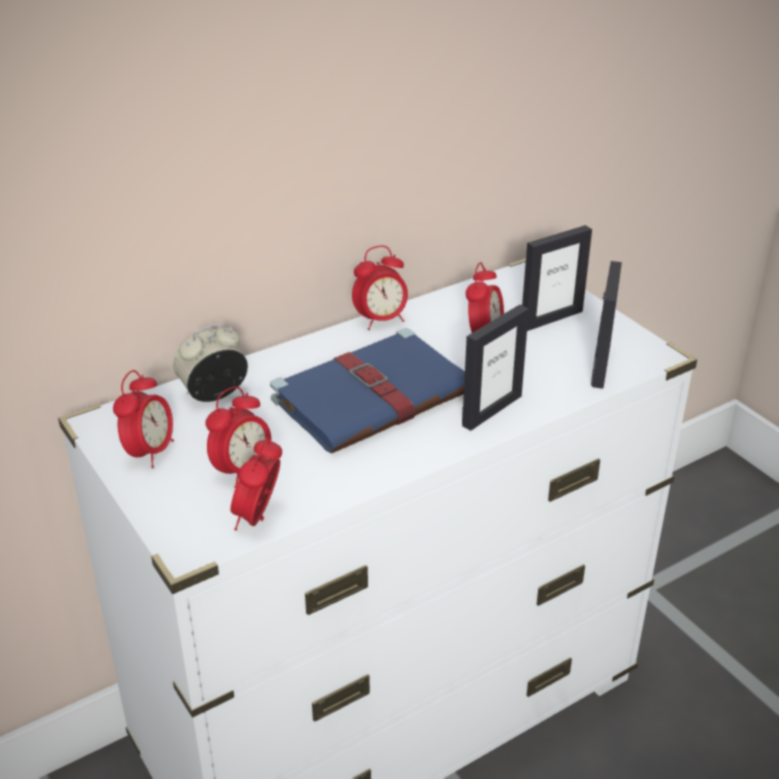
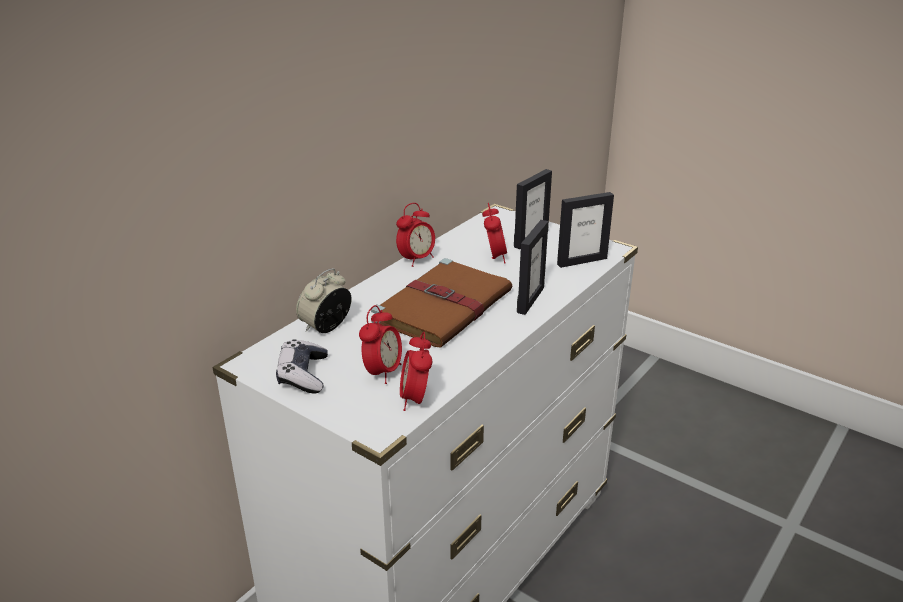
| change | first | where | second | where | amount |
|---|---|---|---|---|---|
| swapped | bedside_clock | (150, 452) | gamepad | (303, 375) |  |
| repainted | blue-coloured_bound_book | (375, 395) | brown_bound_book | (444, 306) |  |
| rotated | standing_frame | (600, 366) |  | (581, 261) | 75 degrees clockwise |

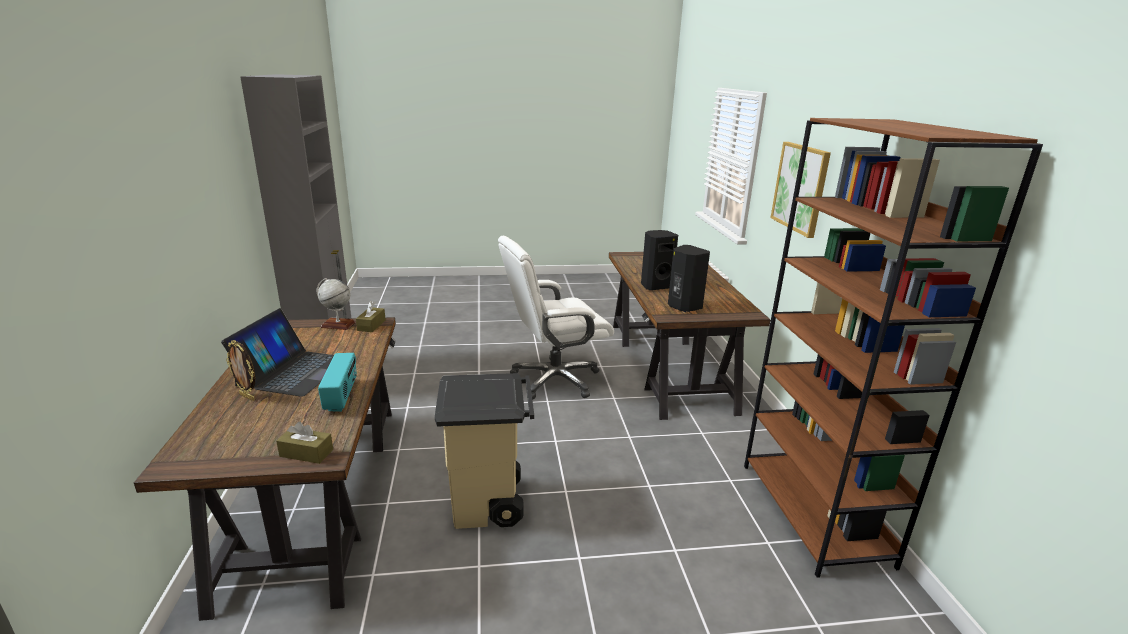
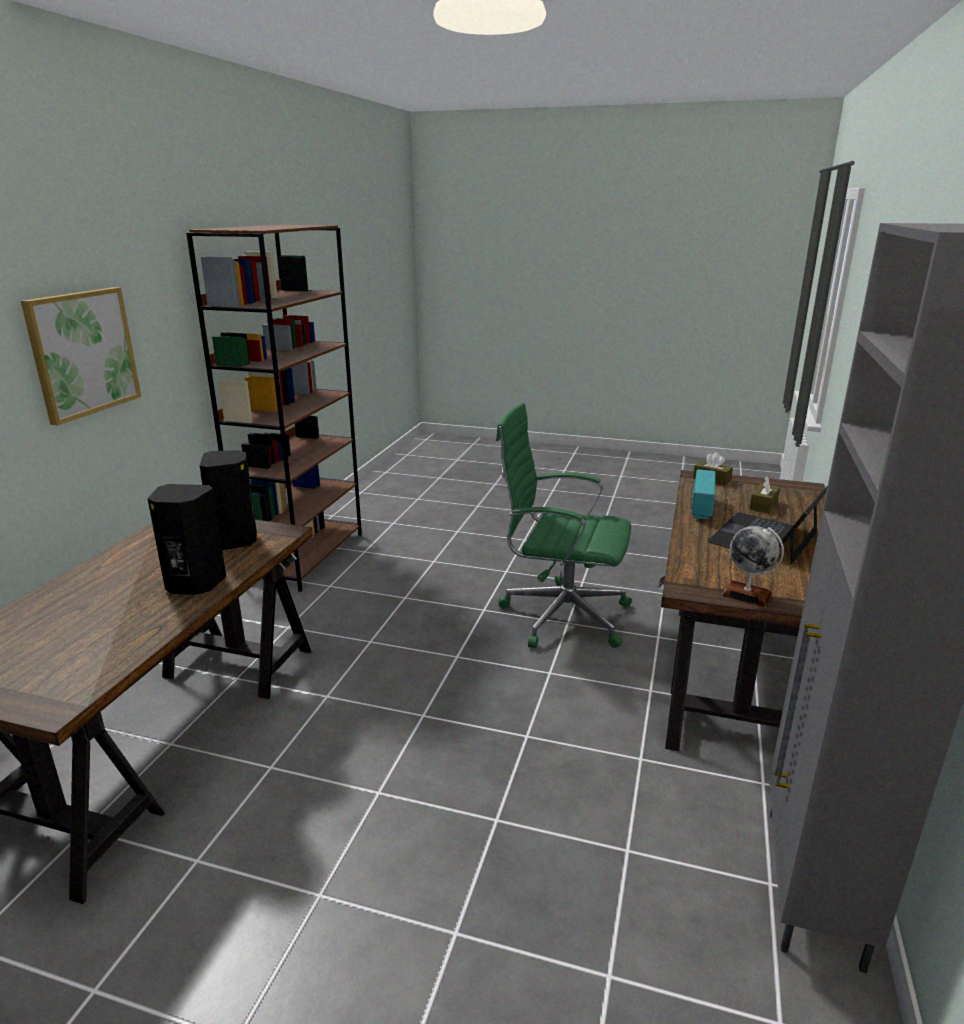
| change | first | where | second | where | amount |
|---|---|---|---|---|---|
| swapped | beige_trash_can | (488, 504) | greenish_desk_chair | (561, 615) |  |
| shifted | brown_box_of_tissues | (371, 325) |  | (763, 505) |  |
| gone | standing_frame | (248, 397) |  |  |  |
| gone | white-coloured_desk_chair | (554, 379) |  |  |  |

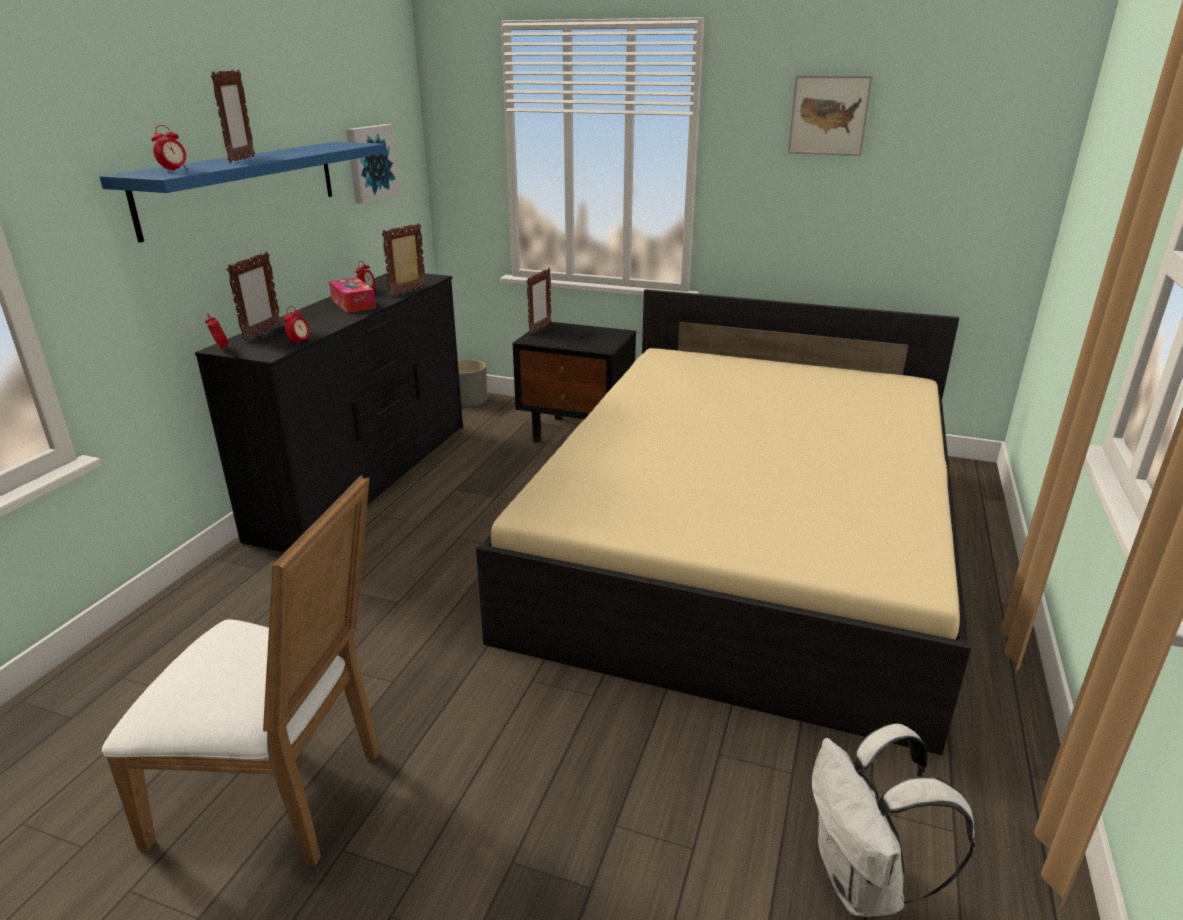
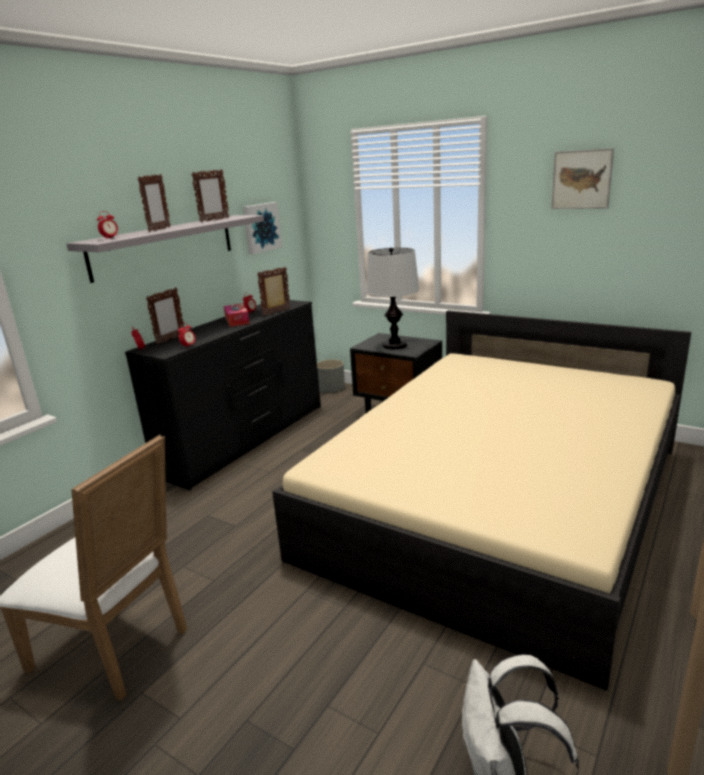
| change | first | where | second | where | amount |
|---|---|---|---|---|---|
| repainted | blue-coloured_wall_shelf | (242, 186) | gray_wall_shelf | (164, 246) |  |
| shifted | standing_frame | (540, 329) |  | (214, 220) |  |
| new |  |  | lamp_for_a_table | (395, 345) |  |

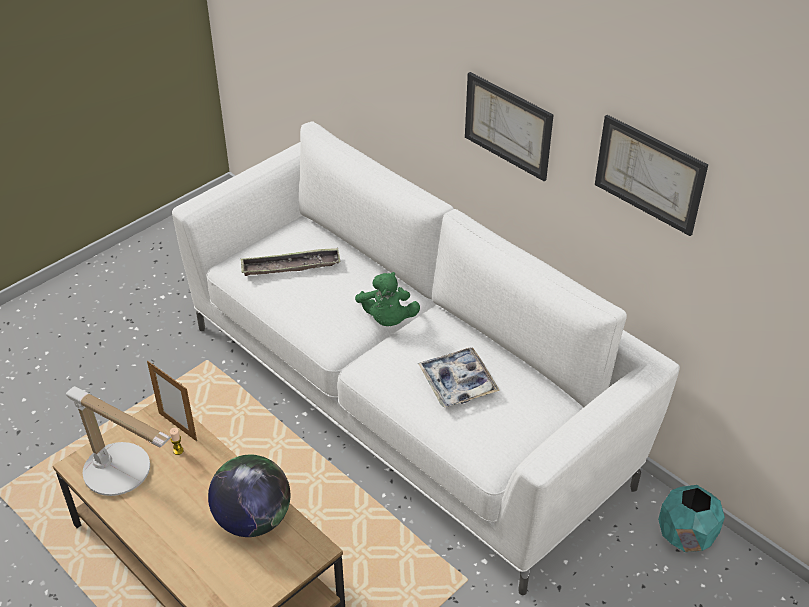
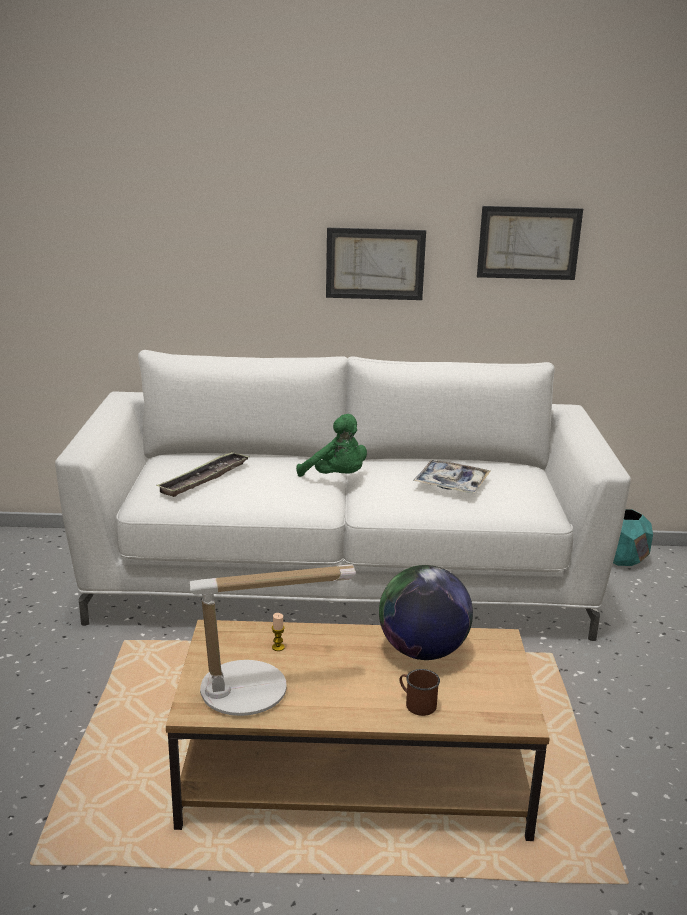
| change | first | where | second | where | amount |
|---|---|---|---|---|---|
| new |  |  | brown_coffee_mug | (416, 704) |  |
| gone | standing_frame | (177, 426) |  |  |  |

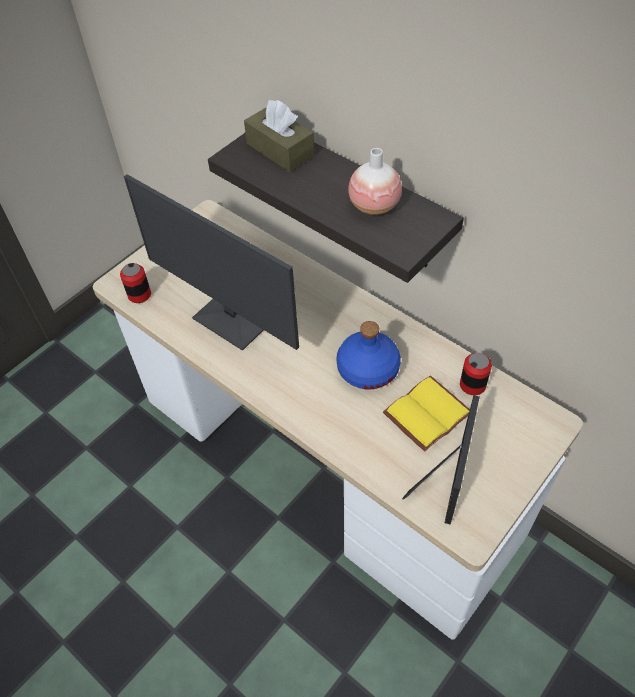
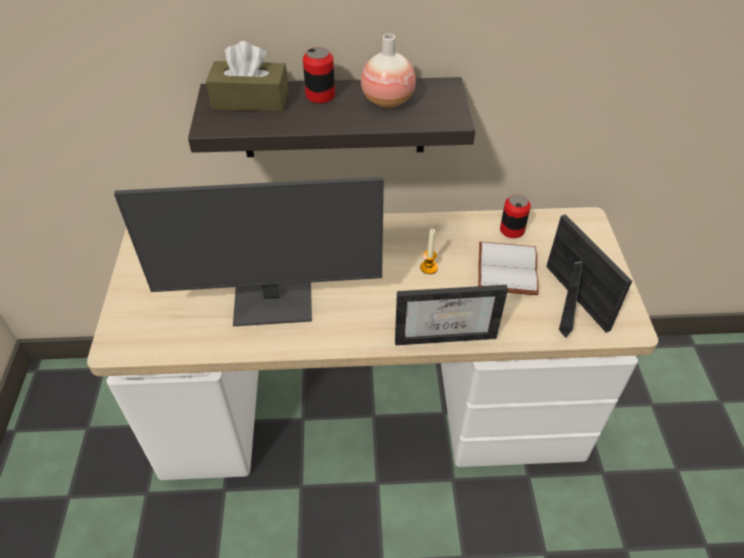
| change | first | where | second | where | amount |
|---|---|---|---|---|---|
| shifted | metal_can | (139, 295) |  | (320, 95) |  |
| new |  |  | standing_frame | (446, 331) |  |
| swapped | blue-coloured_drink_bottle | (367, 369) | wax_candle | (429, 267) |  |
| repainted | yellow-coloured_bound_book | (426, 412) | white-coloured_bound_book | (505, 268) |  |

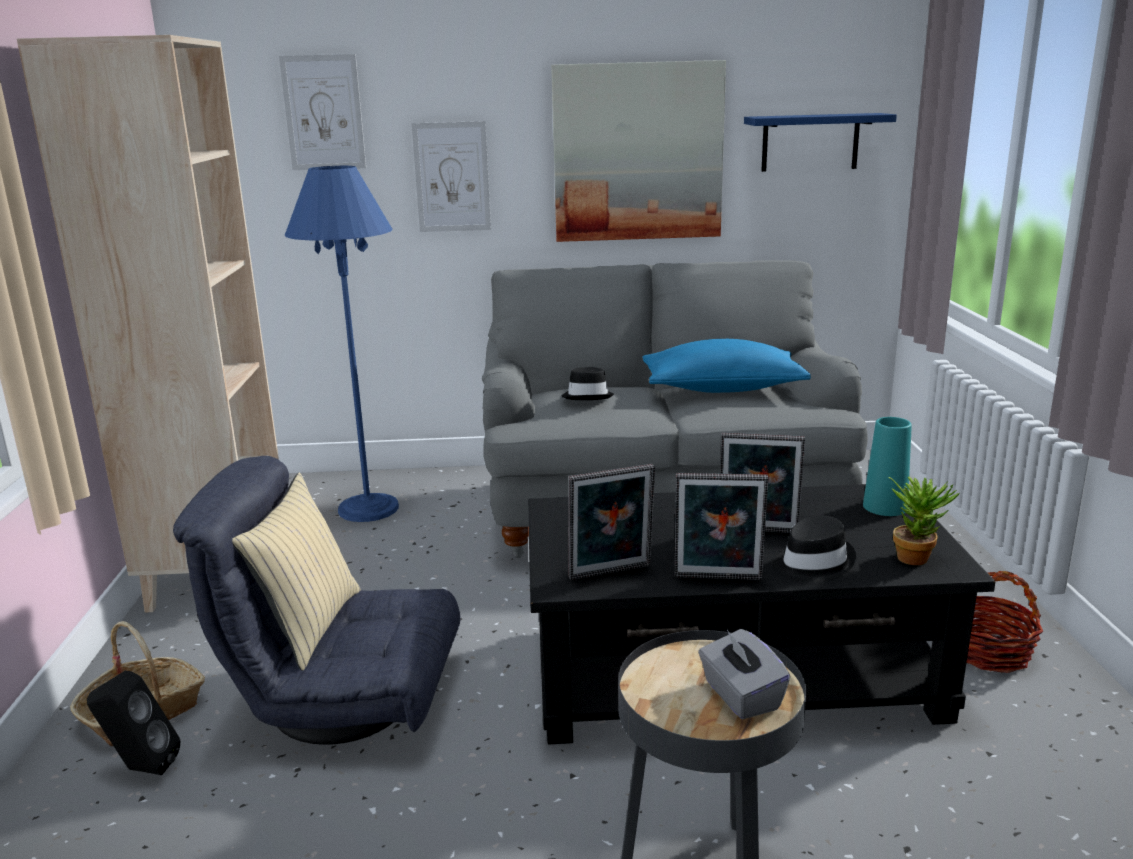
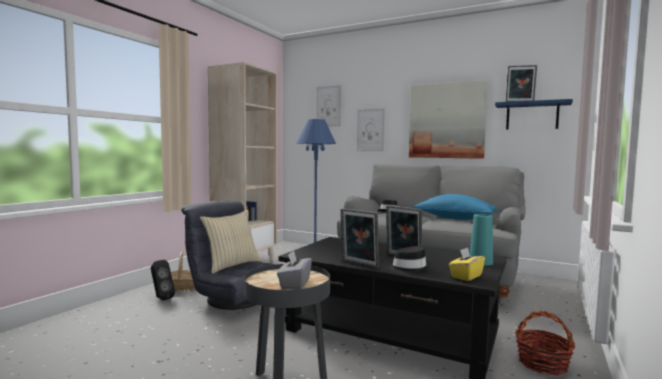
| change | first | where | second | where | amount |
|---|---|---|---|---|---|
| swapped | houseplant | (916, 556) | yellow-coloured_box_of_tissues | (466, 276) |  |
| shifted | standing_frame | (611, 573) |  | (520, 101) |  |

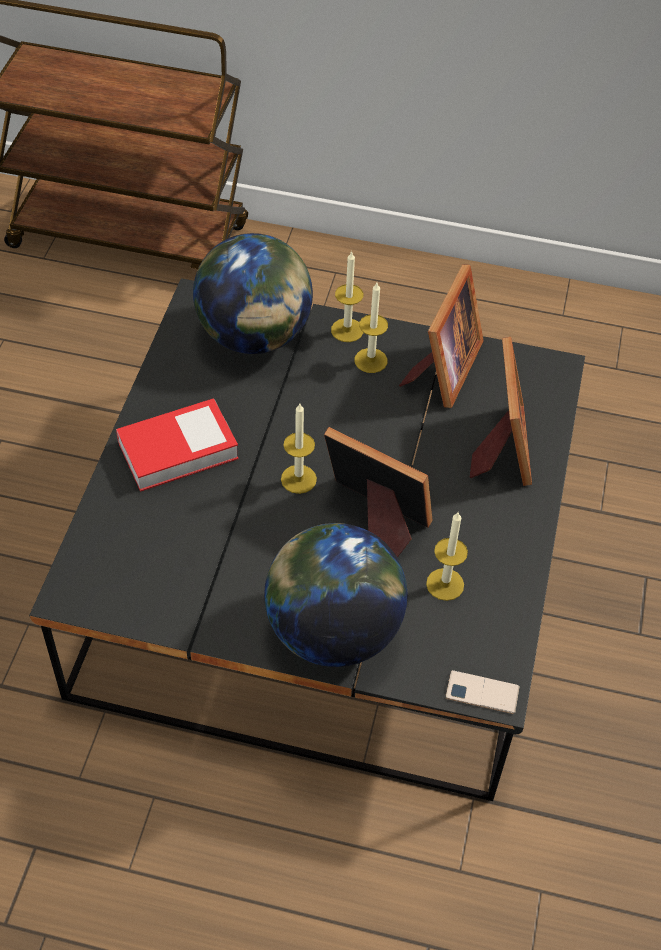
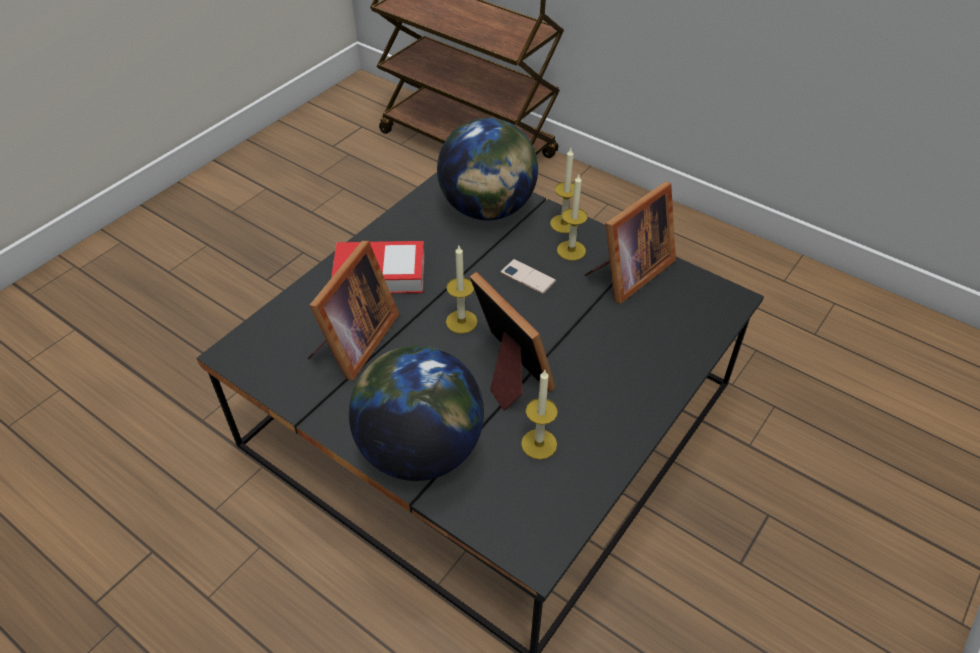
| change | first | where | second | where | amount |
|---|---|---|---|---|---|
| shifted | standing_frame | (501, 448) |  | (353, 343) |  |
| shifted | telephone | (482, 692) |  | (527, 277) |  |

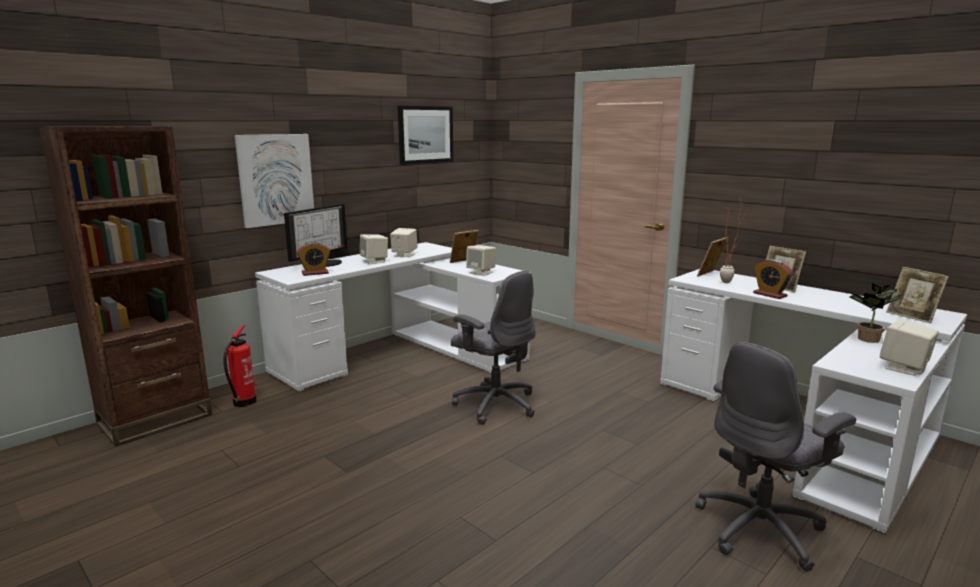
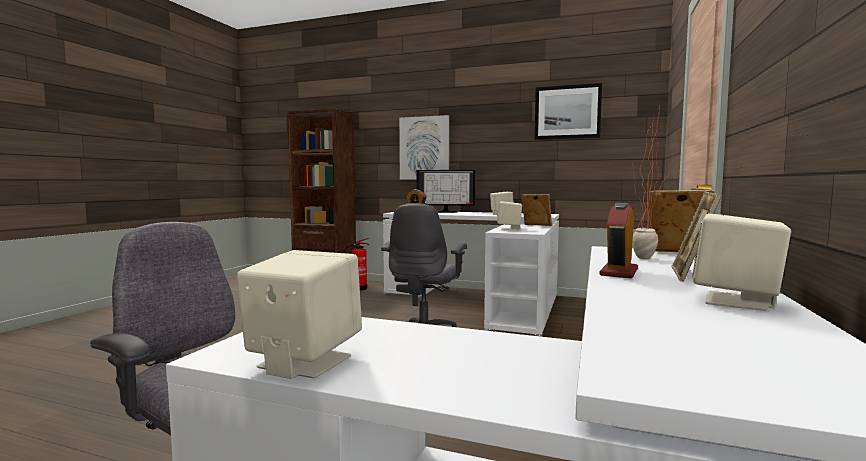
| change | first | where | second | where | amount |
|---|---|---|---|---|---|
| shifted | beige_speaker | (374, 261) |  | (736, 301) |  |
| gone | houseplant | (866, 340) |  |  |  |
| gone | standing_frame | (912, 317) |  |  |  |

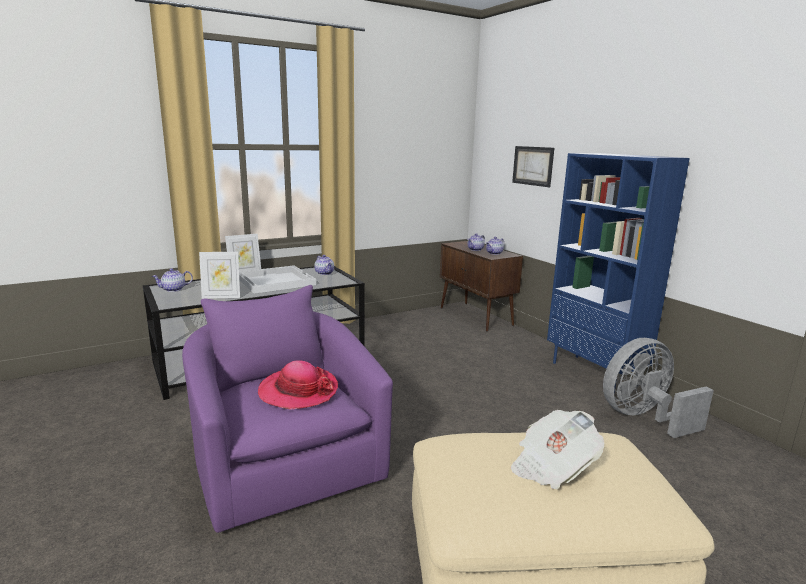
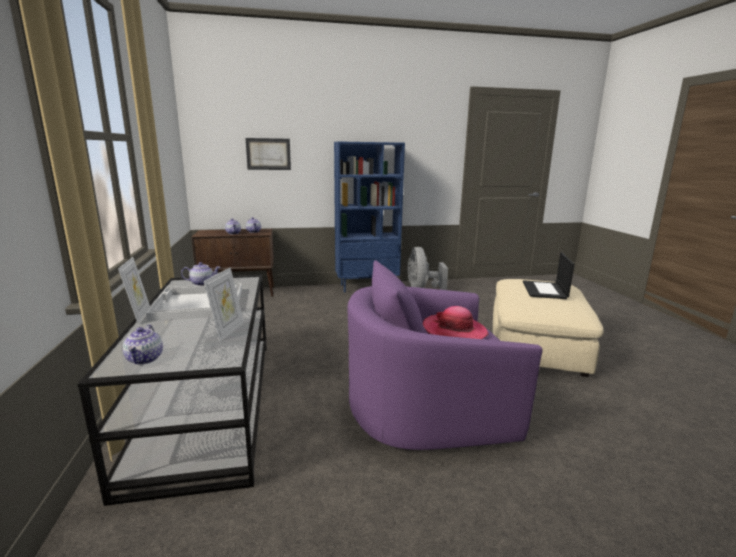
| change | first | where | second | where | amount |
|---|---|---|---|---|---|
| swapped | printed_paper | (552, 467) | portable_computer | (545, 290) |  |

